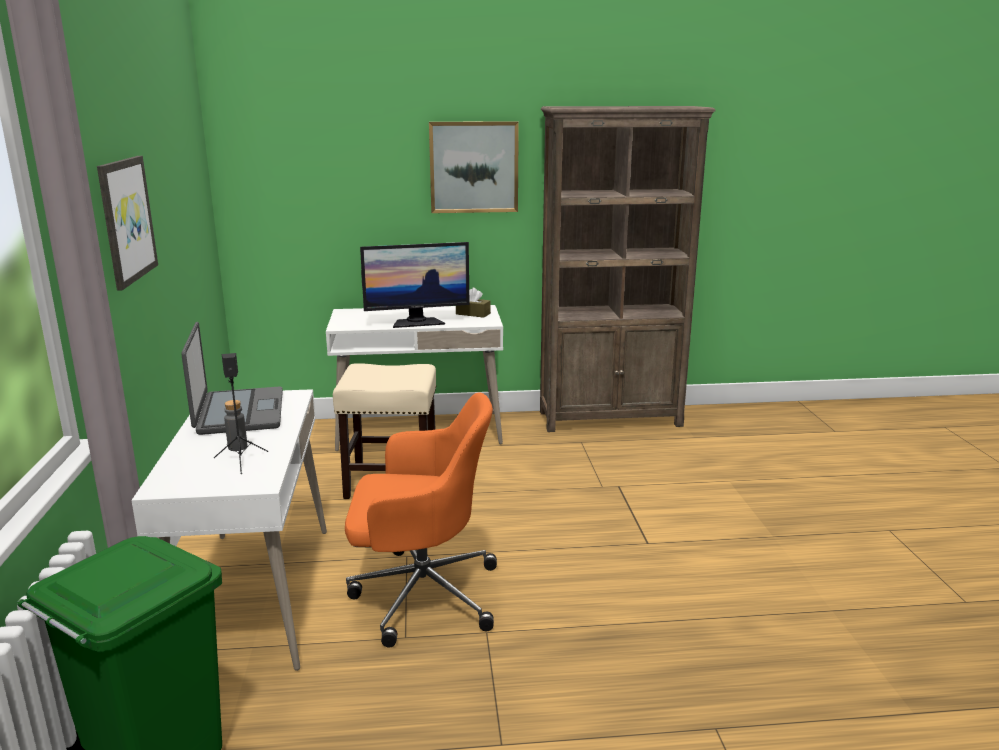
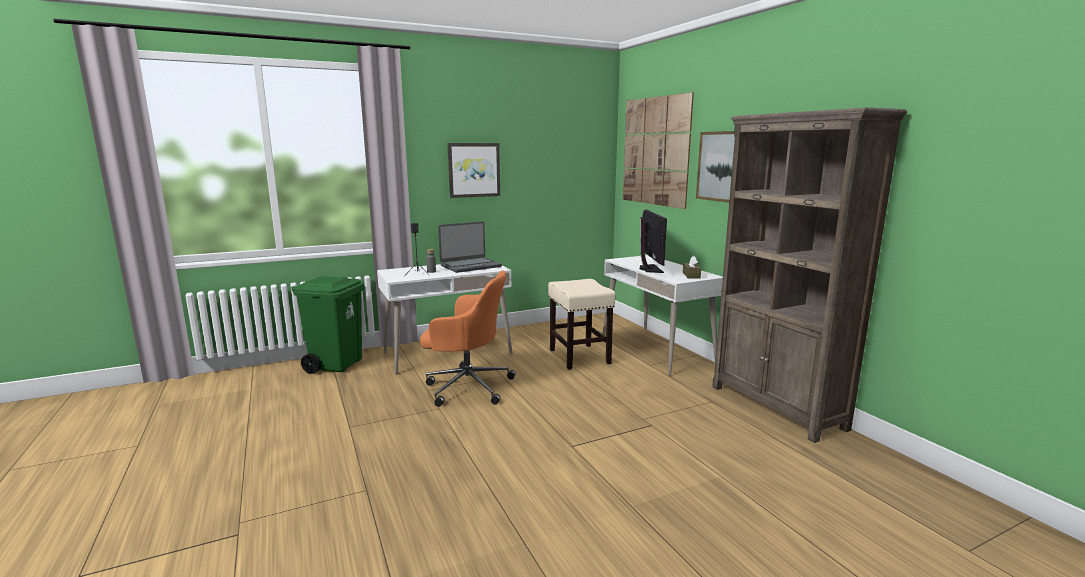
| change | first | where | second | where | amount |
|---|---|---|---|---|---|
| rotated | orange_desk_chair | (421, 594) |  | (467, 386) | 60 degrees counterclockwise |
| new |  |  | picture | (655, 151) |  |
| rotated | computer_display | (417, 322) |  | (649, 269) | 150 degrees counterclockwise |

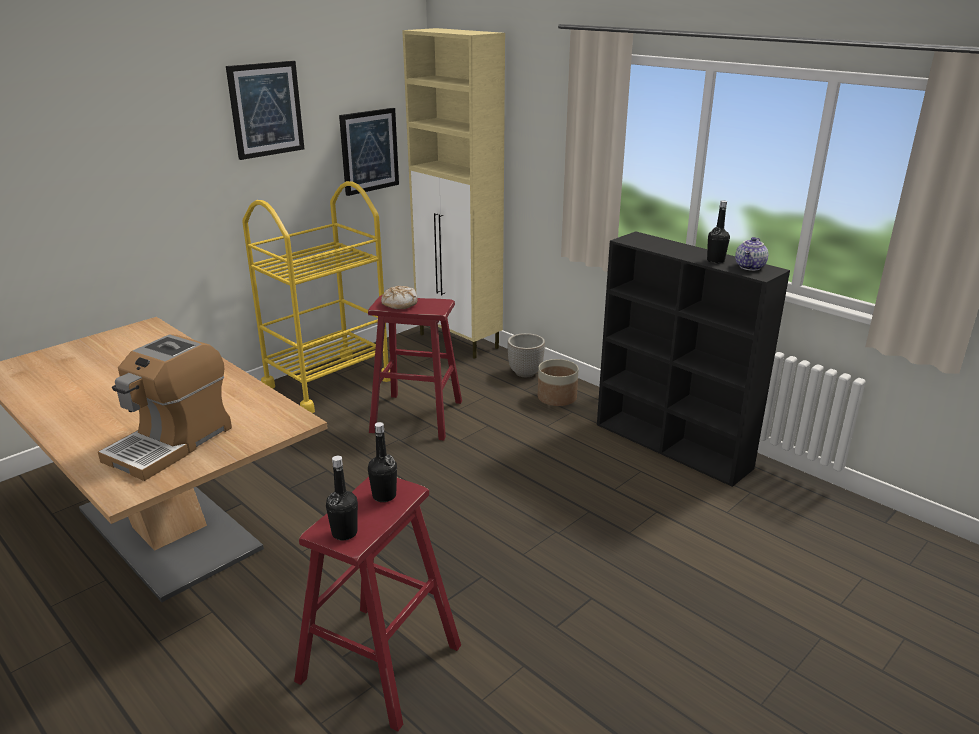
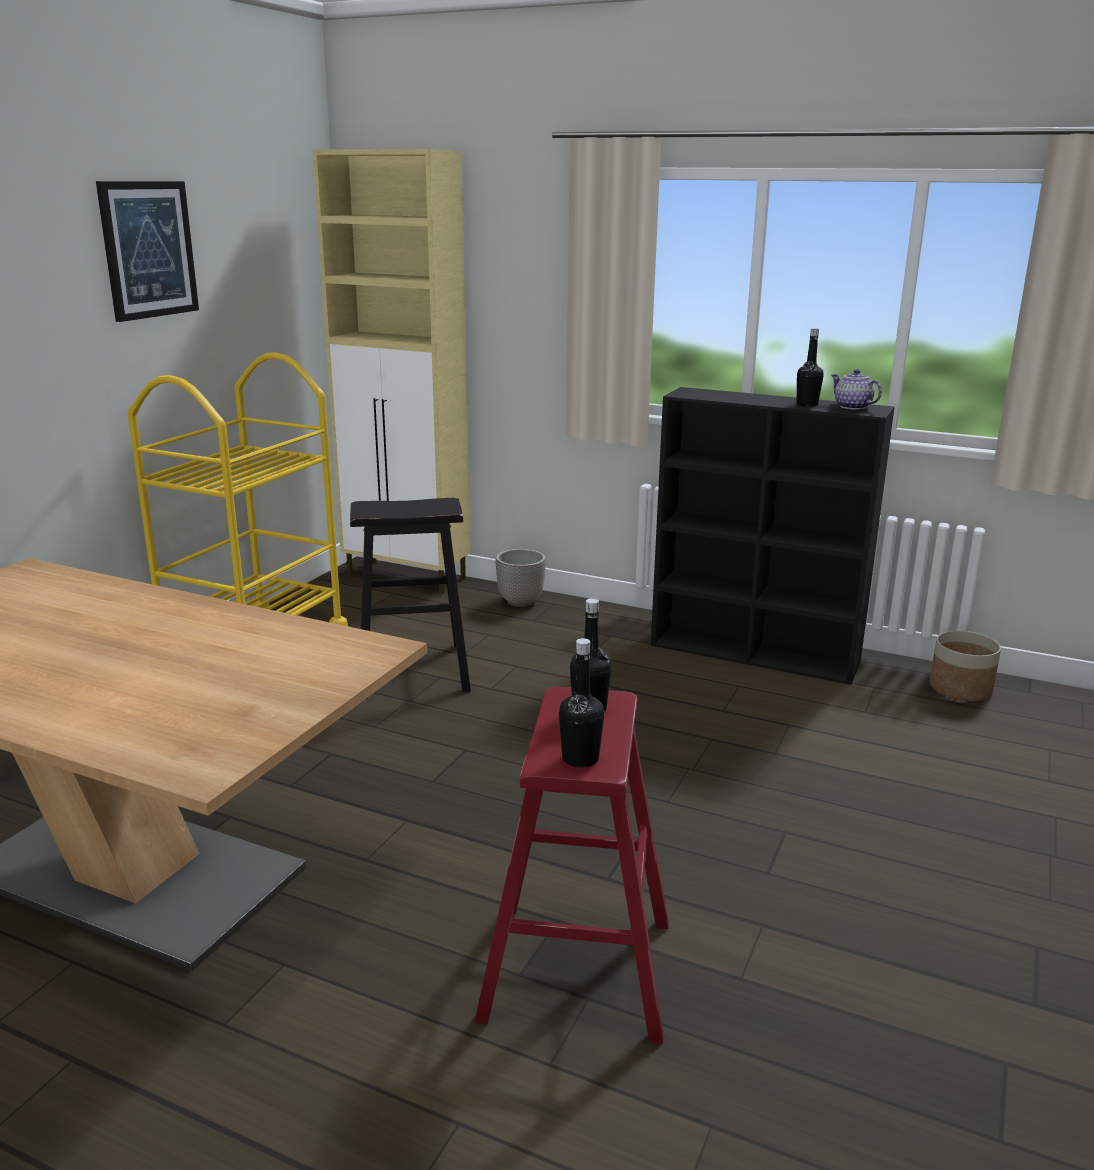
| change | first | where | second | where | amount |
|---|---|---|---|---|---|
| repainted | red_stool_seat | (417, 416) | blackish_stool_seat | (413, 670) |  |
| rotated | tea_pot | (750, 267) |  | (851, 407) | 135 degrees clockwise |
| shifted | plant_pot | (557, 397) |  | (960, 689) |  |
| gone | coffee_brewer | (171, 443) |  |  |  |
| gone | picture | (369, 151) |  |  |  |
| gone | bread | (399, 303) |  |  |  |

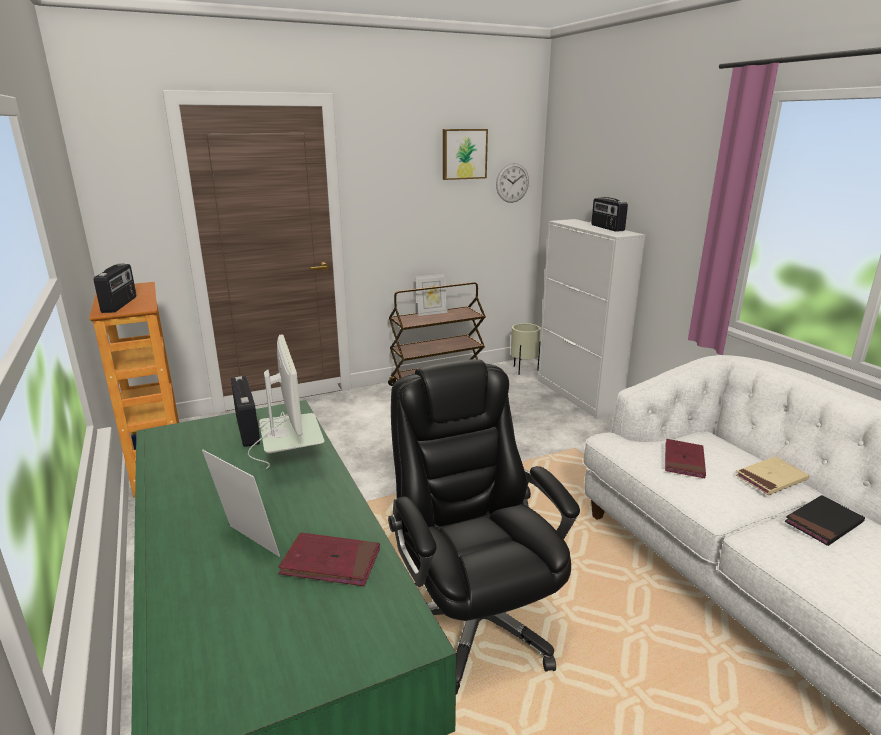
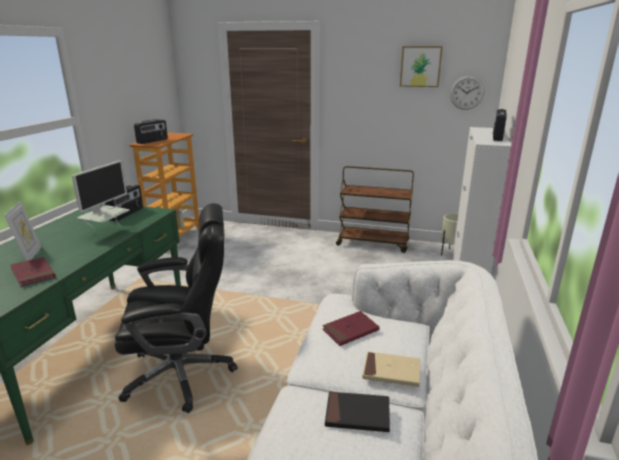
| change | first | where | second | where | amount |
|---|---|---|---|---|---|
| rotated | blackish_desk_chair | (475, 622) |  | (182, 373) | 60 degrees clockwise |
| gone | standing_frame | (431, 313) |  |  |  |

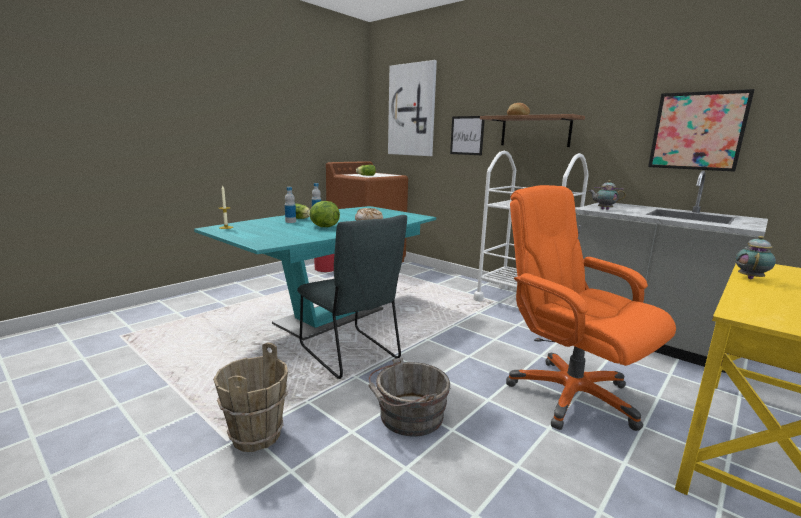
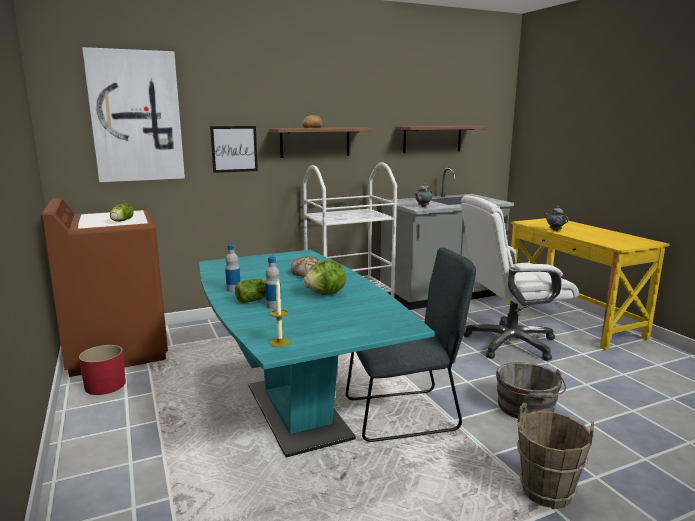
| change | first | where | second | where | amount |
|---|---|---|---|---|---|
| swapped | picture | (697, 131) | wall_shelf | (432, 139) |  |
| repainted | orange_desk_chair | (570, 395) | white-coloured_desk_chair | (509, 343) |  |

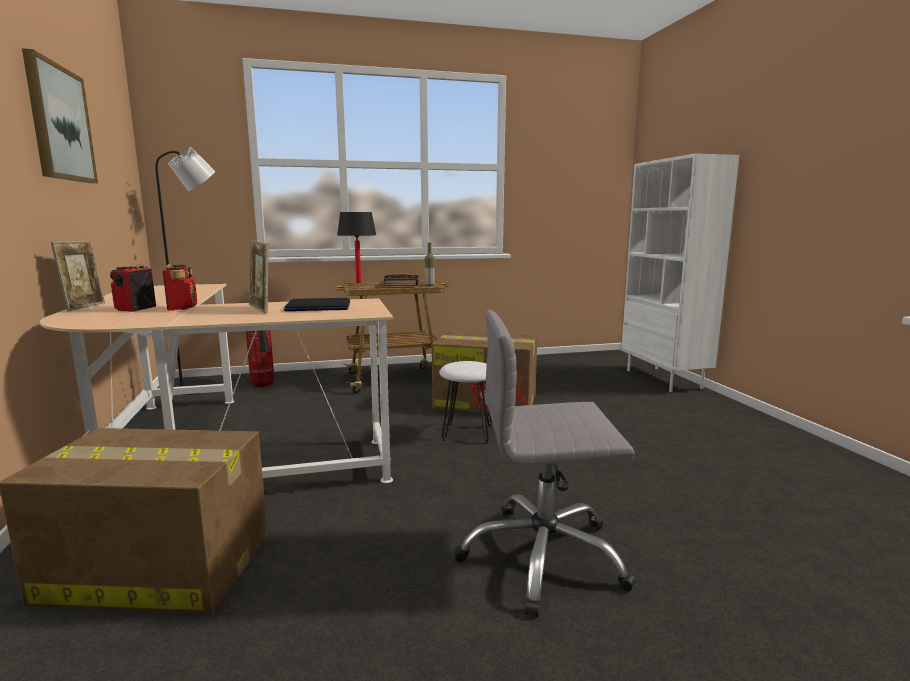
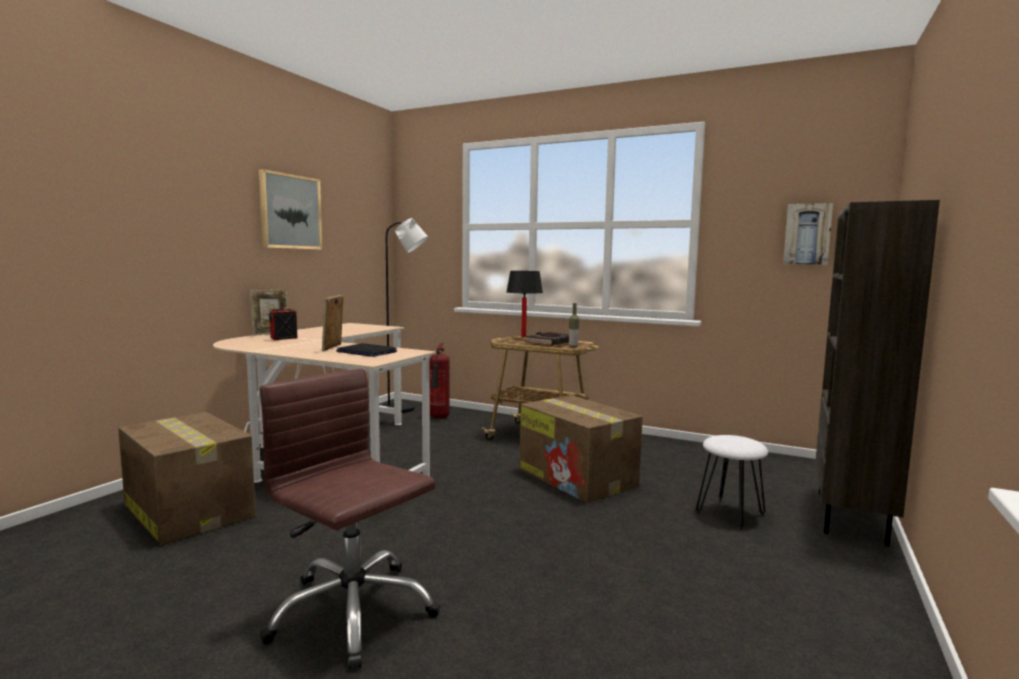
| change | first | where | second | where | amount |
|---|---|---|---|---|---|
| repainted | gray_desk_chair | (543, 557) | brown_desk_chair | (352, 612) |  |
| shifted | white-coloured_stool_seat | (468, 433) |  | (730, 514) |  |
| new |  |  | picture | (807, 234) |  |
| repainted | white-coloured_bookcase | (664, 379) | brown_bookcase | (852, 517) |  |
| gone | radio | (182, 307) |  |  |  |

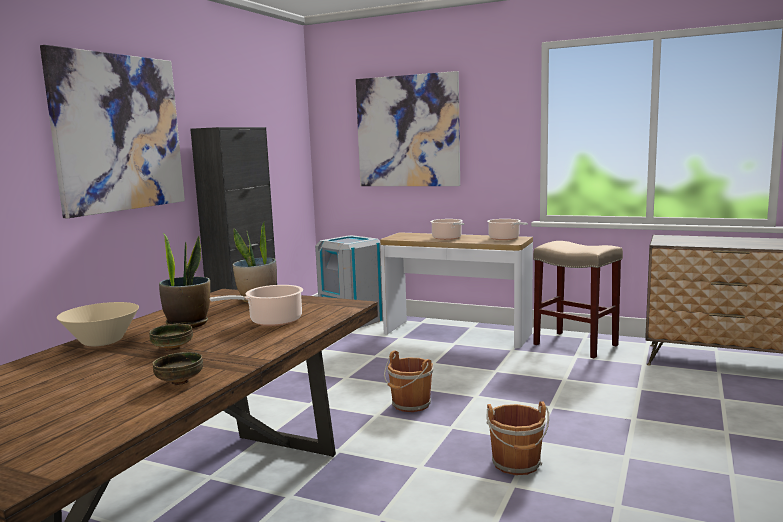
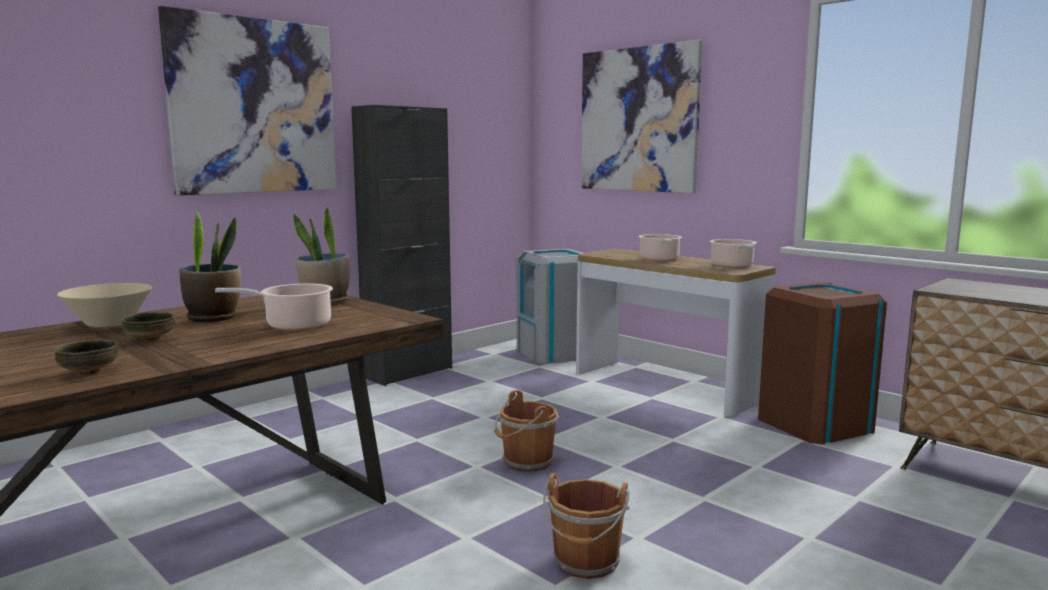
| change | first | where | second | where | amount |
|---|---|---|---|---|---|
| swapped | beige_stool_seat | (574, 344) | brown_trash_can | (814, 423) |  |

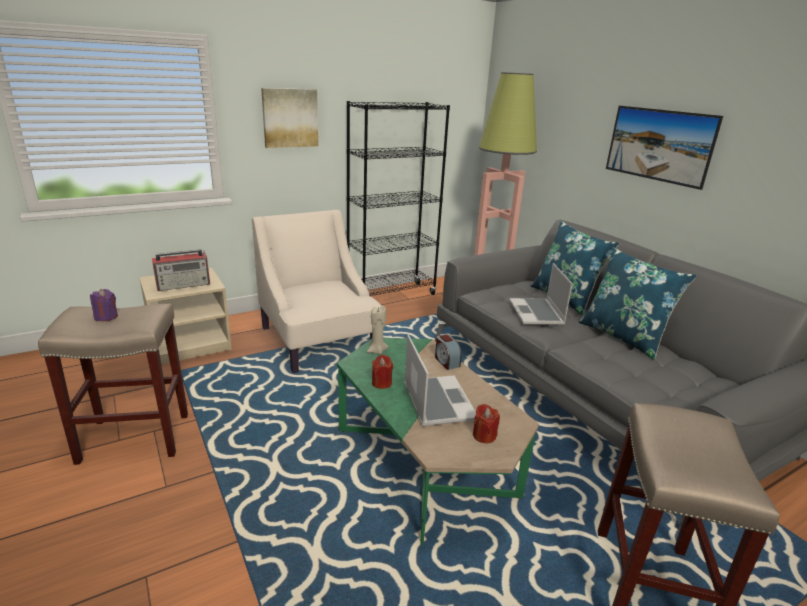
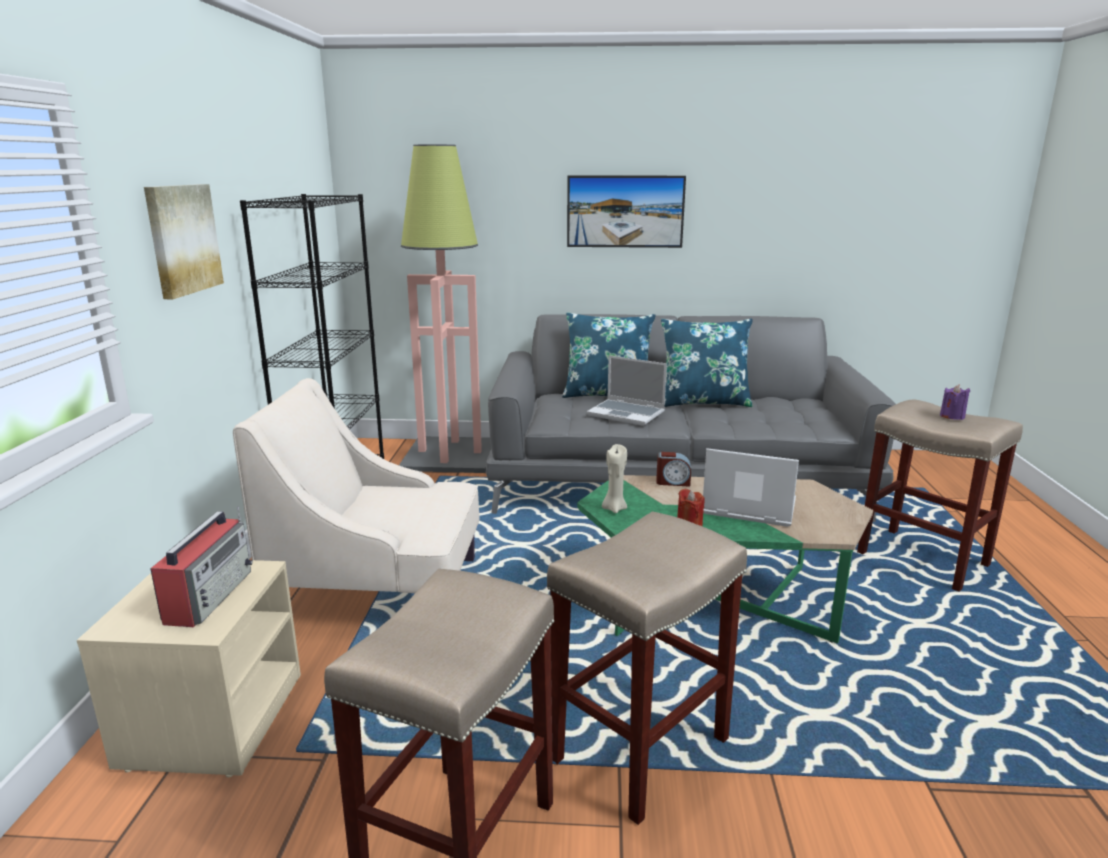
| change | first | where | second | where | amount |
|---|---|---|---|---|---|
| new |  |  | beige_stool_seat | (640, 747) |  |
| shifted | purple_wax_candle | (106, 317) |  | (952, 416) |  |
| gone | red_wax_candle | (484, 435) |  |  |  |

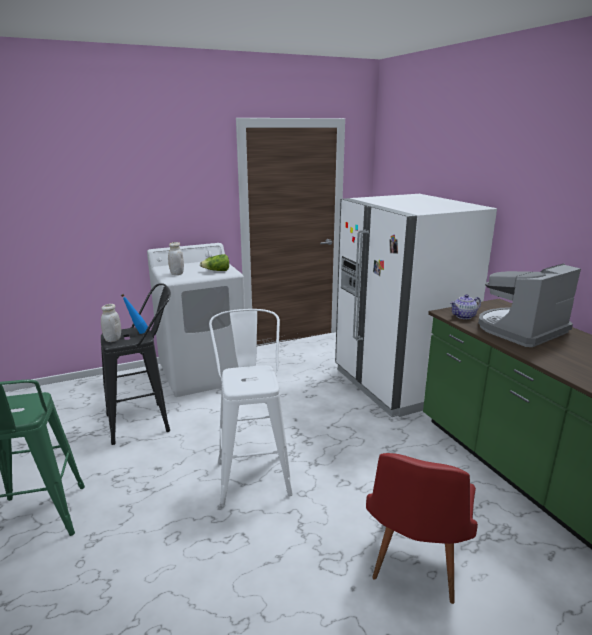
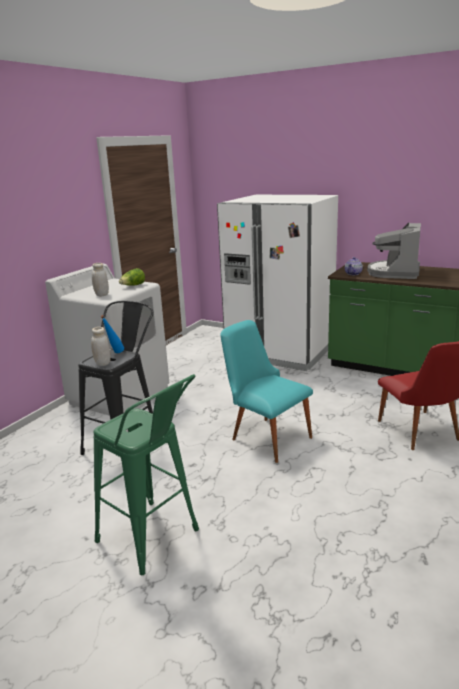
| change | first | where | second | where | amount |
|---|---|---|---|---|---|
| swapped | white-coloured_stool_seat | (253, 472) | turquoise-coloured_chair | (266, 435) |  |

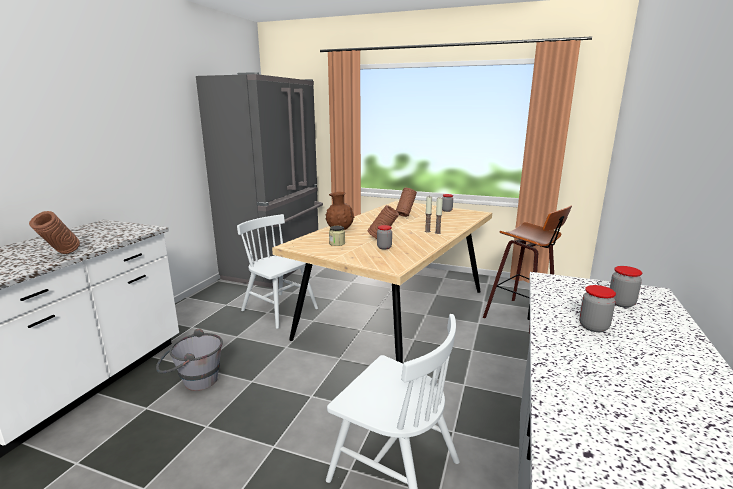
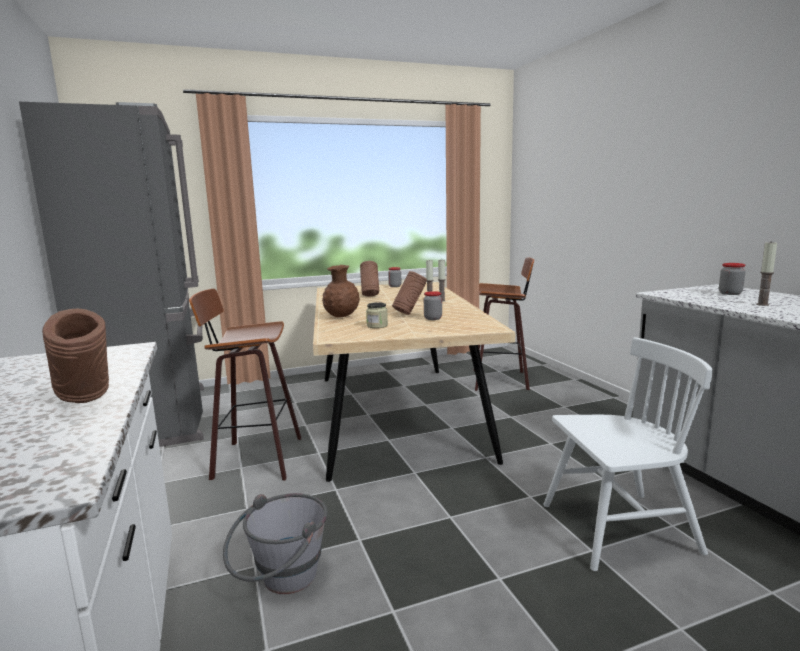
| change | first | where | second | where | amount |
|---|---|---|---|---|---|
| swapped | white-coloured_chair | (280, 310) | stool_seat | (254, 459) |  |
| swapped | storage_jar | (593, 327) | wax_candle | (762, 304) |  |

